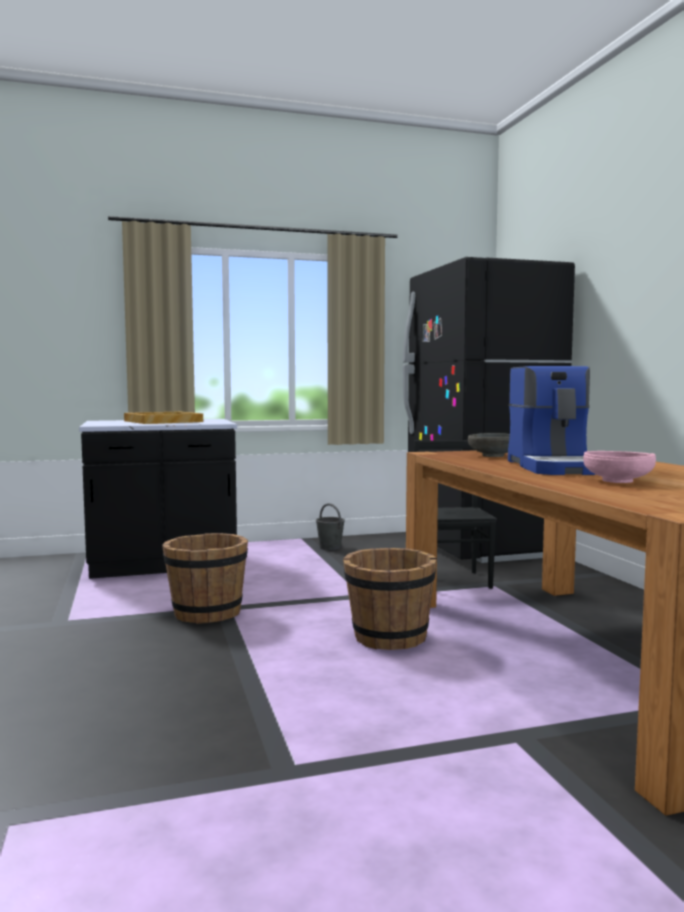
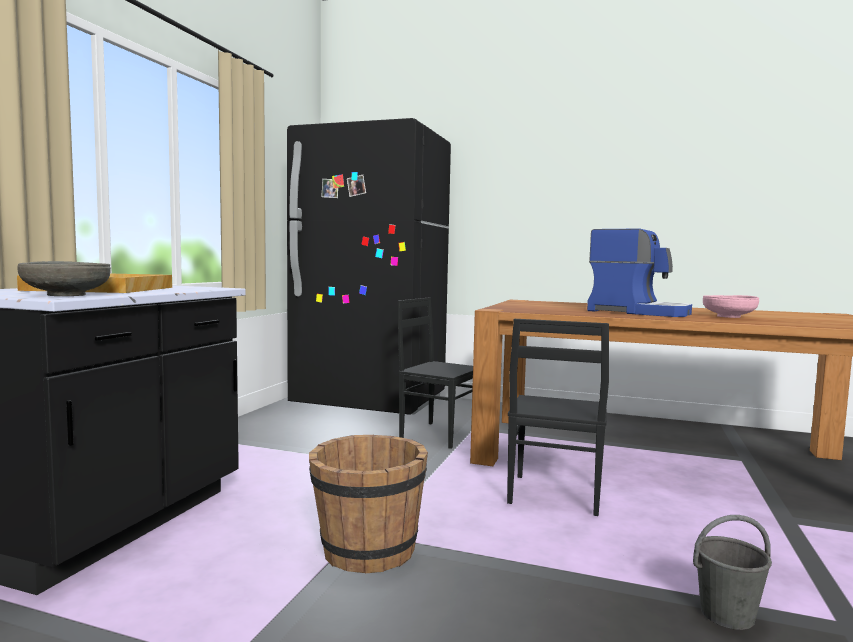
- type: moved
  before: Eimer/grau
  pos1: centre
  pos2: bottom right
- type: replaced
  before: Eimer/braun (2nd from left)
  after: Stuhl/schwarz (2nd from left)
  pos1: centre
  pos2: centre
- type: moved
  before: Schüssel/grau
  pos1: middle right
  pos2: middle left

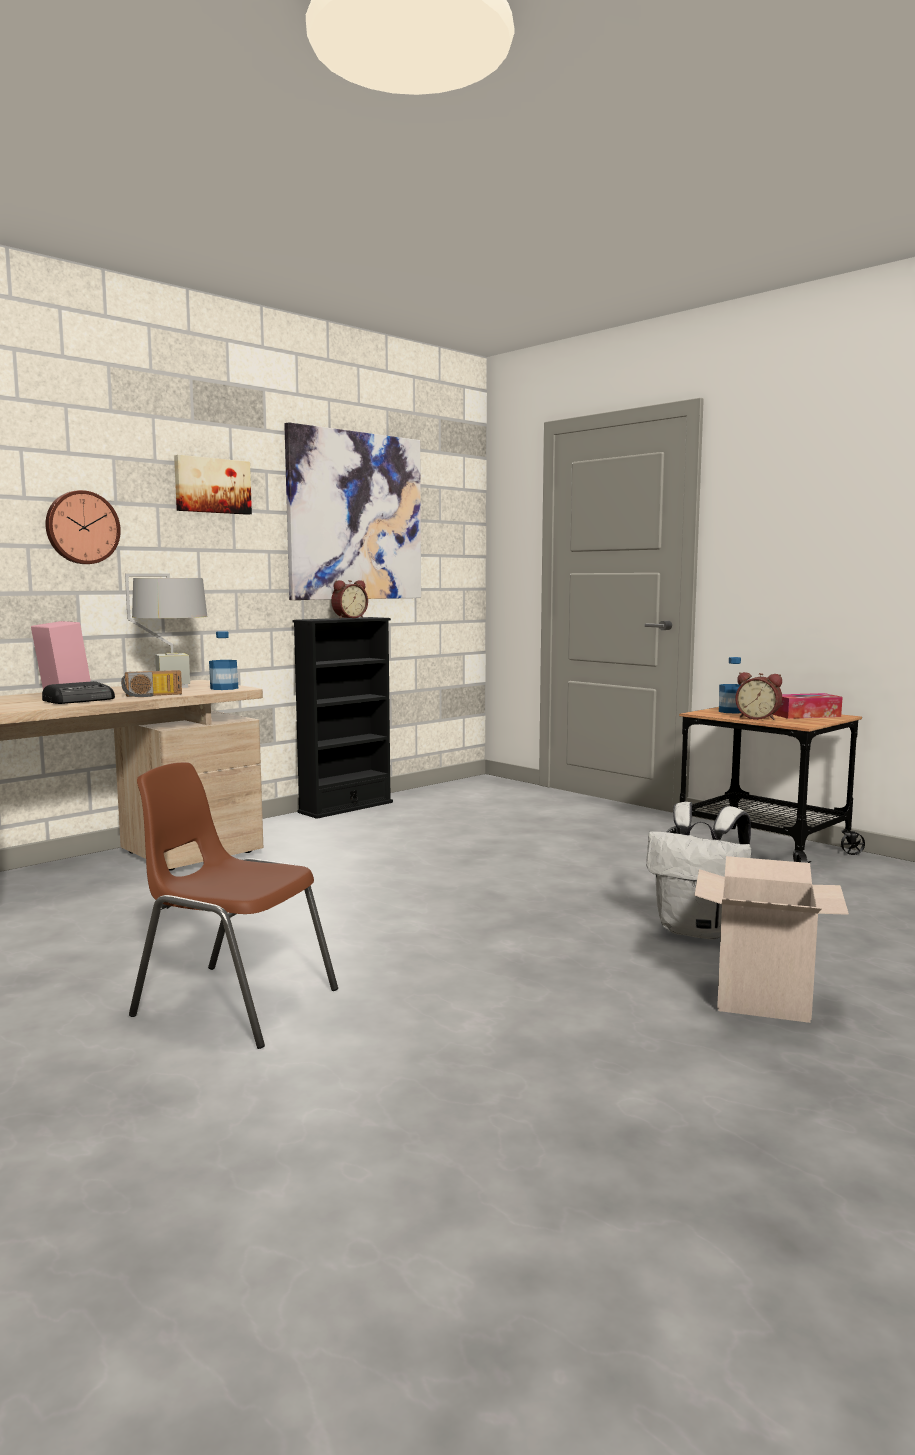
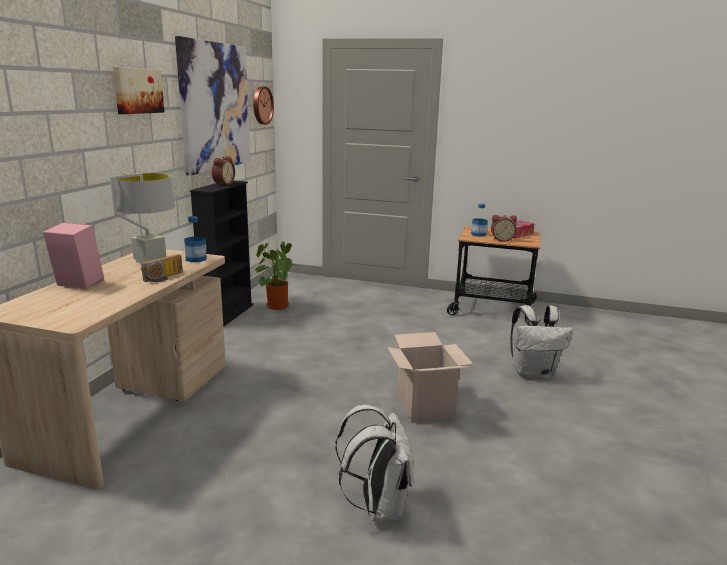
- type: removed
  before: Radio (1st from left)
  pos1: middle left
- type: moved
  before: Wanduhr
  pos1: middle left
  pos2: top centre
- type: replaced
  before: Stuhl/braun
  after: Rucksack/weiß (1st from left)
  pos1: middle left
  pos2: bottom centre
- type: moved
  before: Karton
  pos1: middle right
  pos2: bottom centre
- type: added
  after: Topfpflanze
  pos2: centre

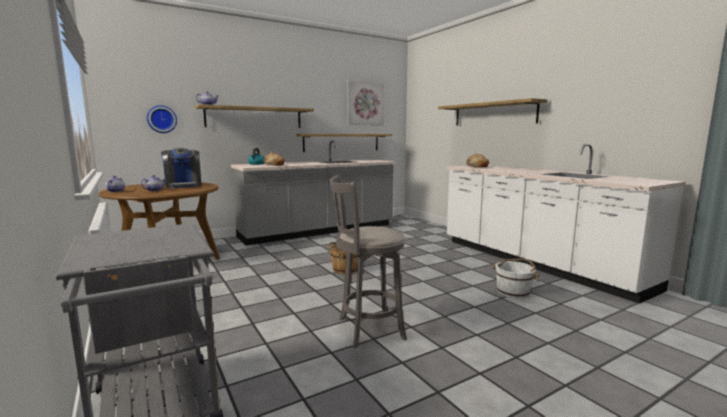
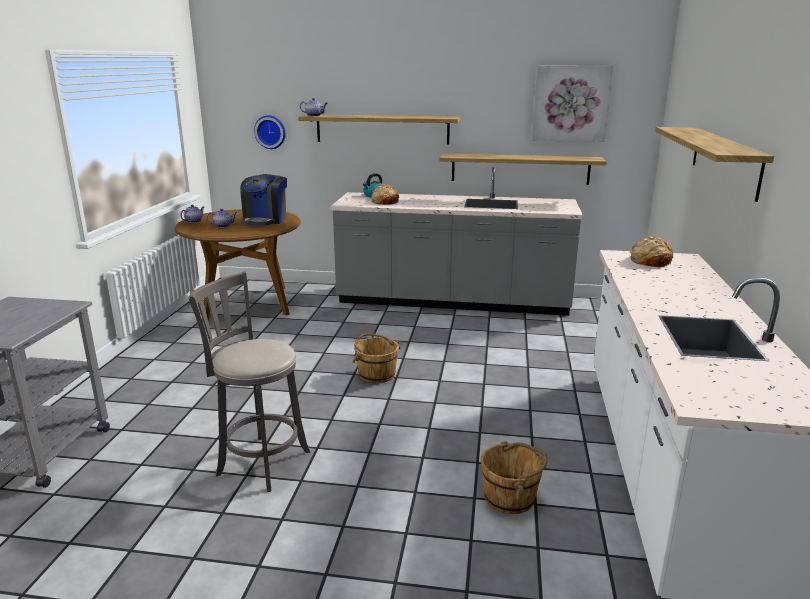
- type: recoloured
  before: Eimer/weiß
  after: Eimer/braun (2nd from left)
  pos1: bottom right
  pos2: bottom centre

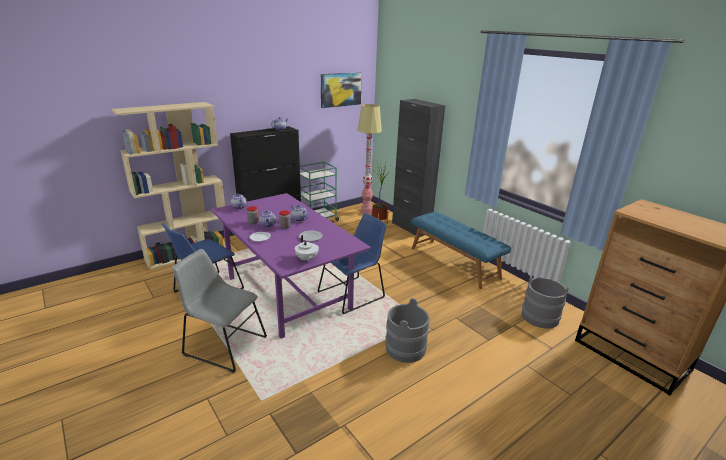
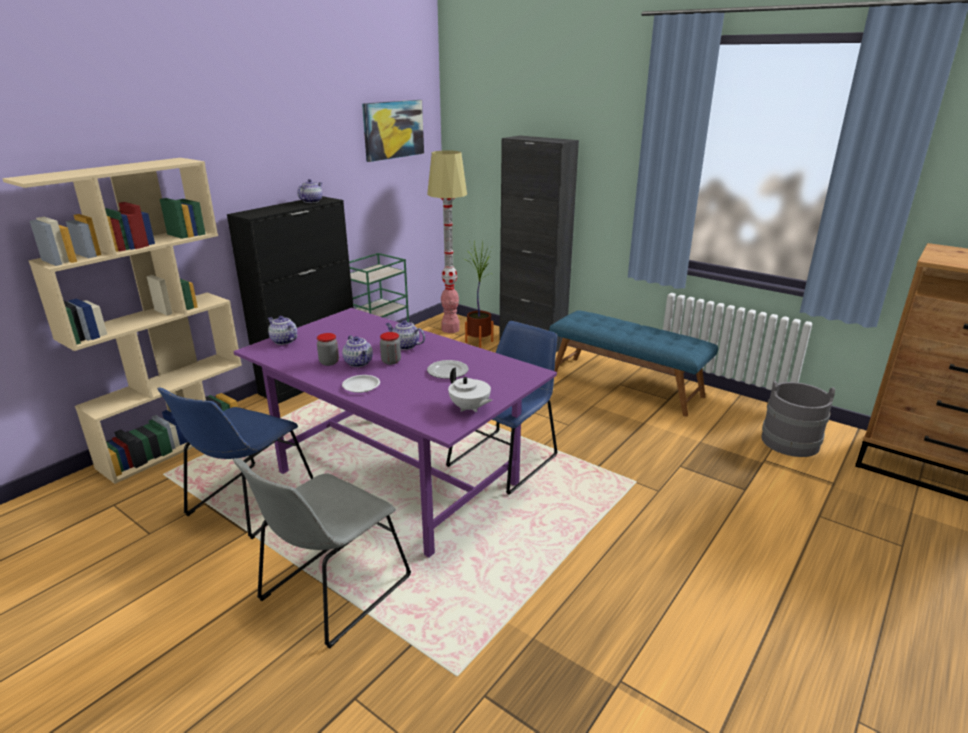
- type: turned
  before: Stuhl/grau
  pos1: bottom left
  pos2: bottom left
  turn: -60
- type: removed
  before: Eimer/grau (1st from left)
  pos1: bottom centre

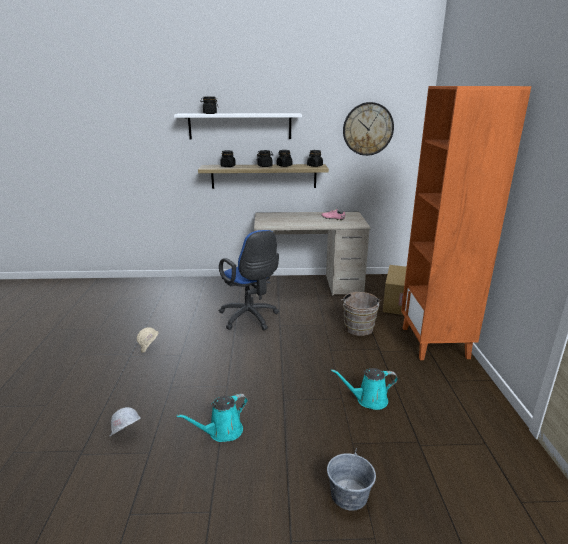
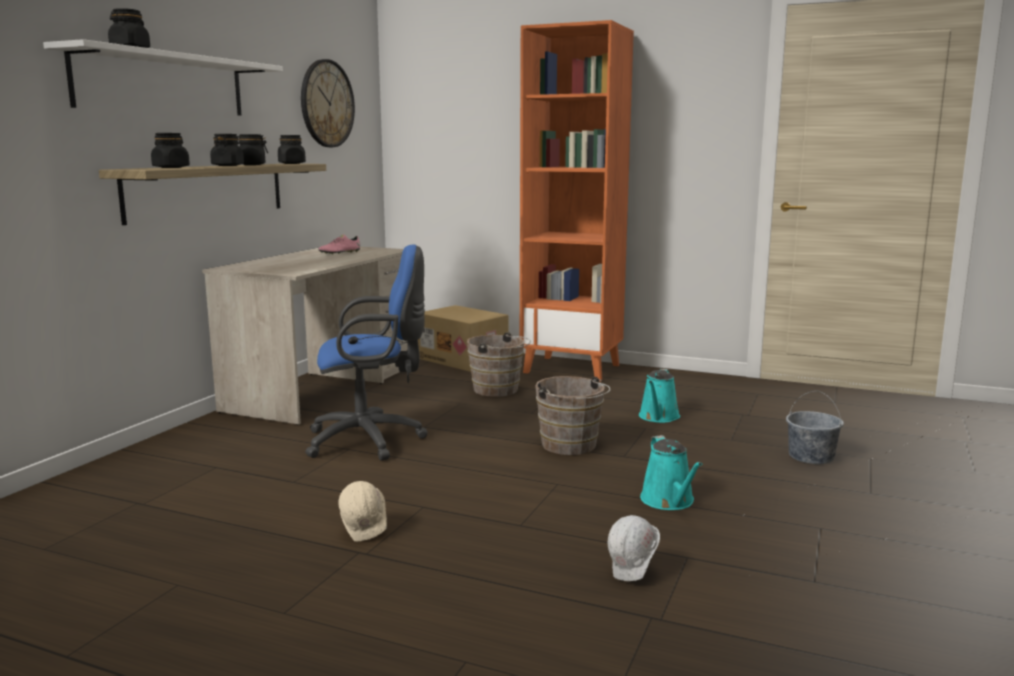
- type: added
  after: Eimer/braun (2nd from left)
  pos2: centre

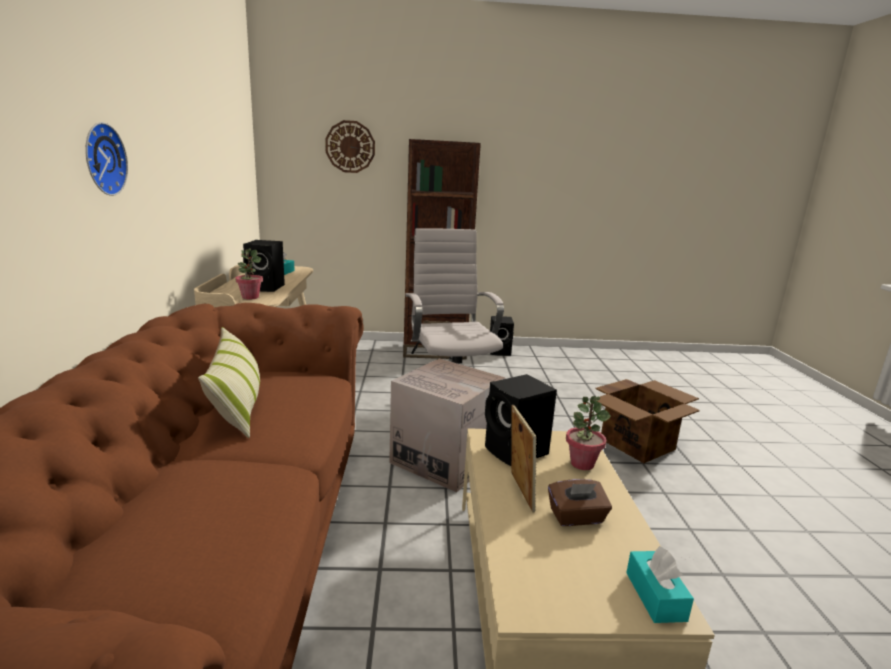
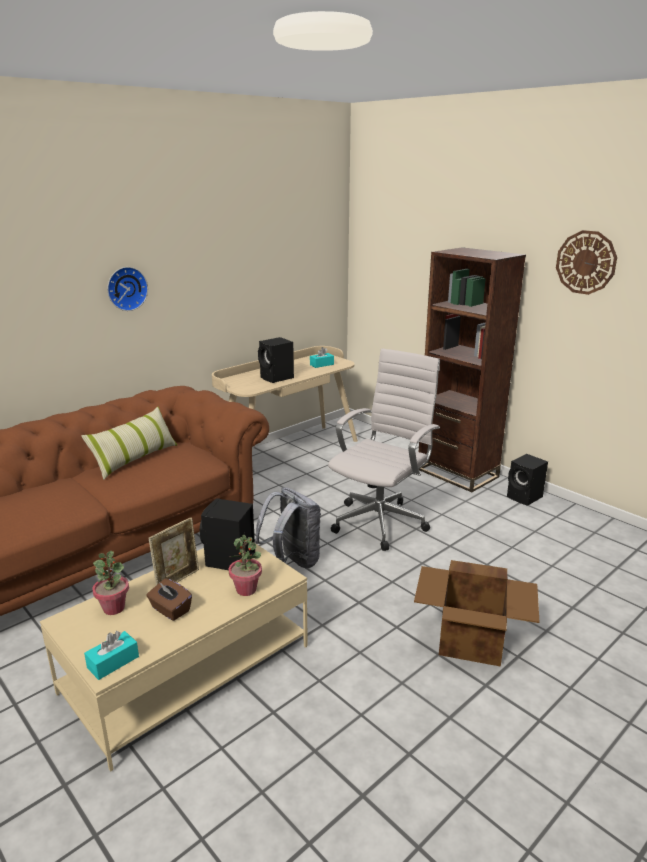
- type: moved
  before: Topfpflanze (1st from left)
  pos1: middle left
  pos2: bottom left
- type: moved
  before: Wanduhr (2nd from left)
  pos1: top centre
  pos2: top right
- type: replaced
  before: Karton (1st from left)
  after: Rucksack/grau
  pos1: centre
  pos2: centre

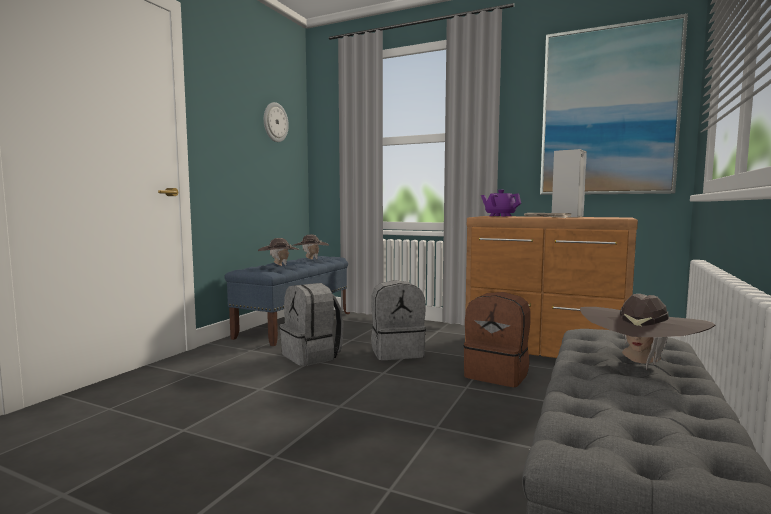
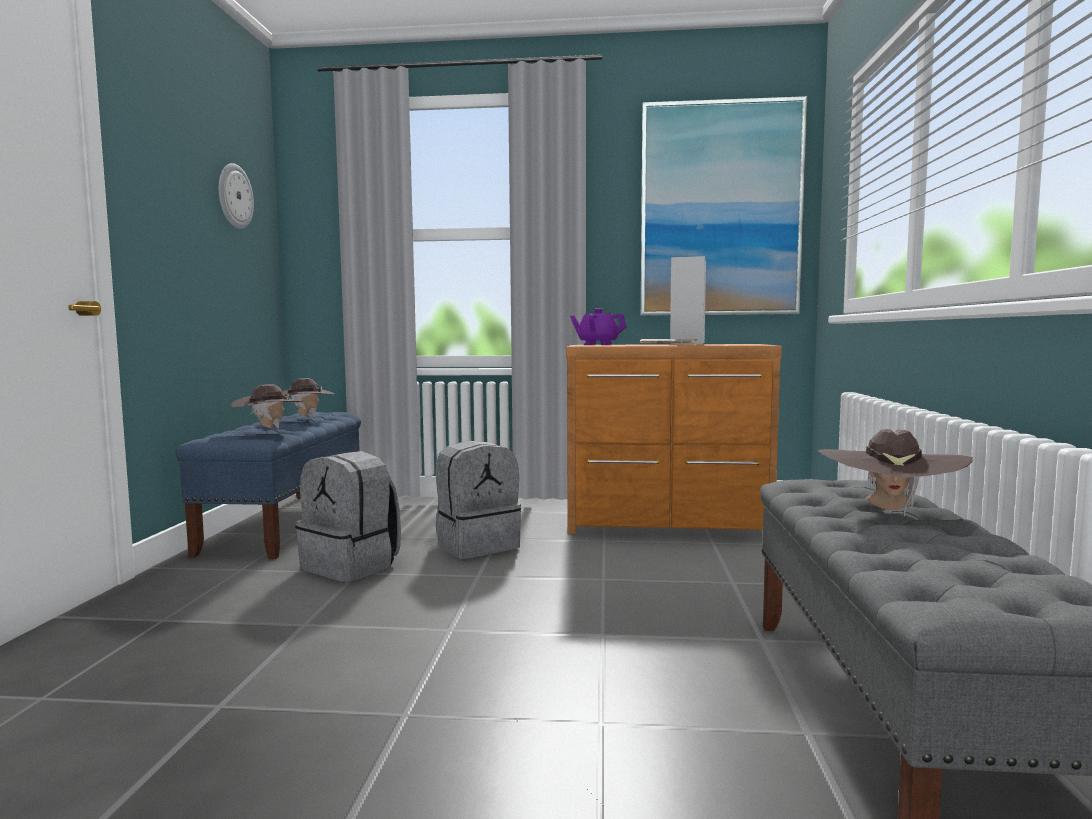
- type: removed
  before: Rucksack/braun
  pos1: centre

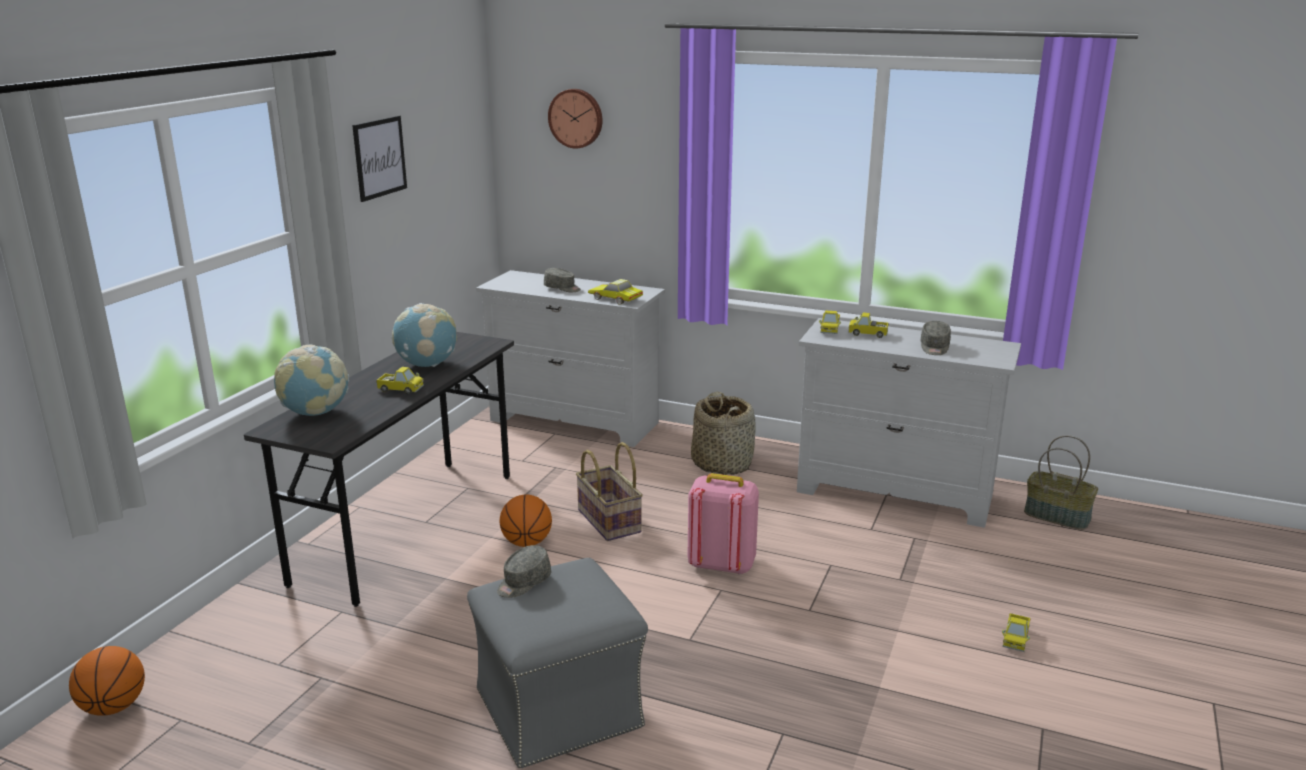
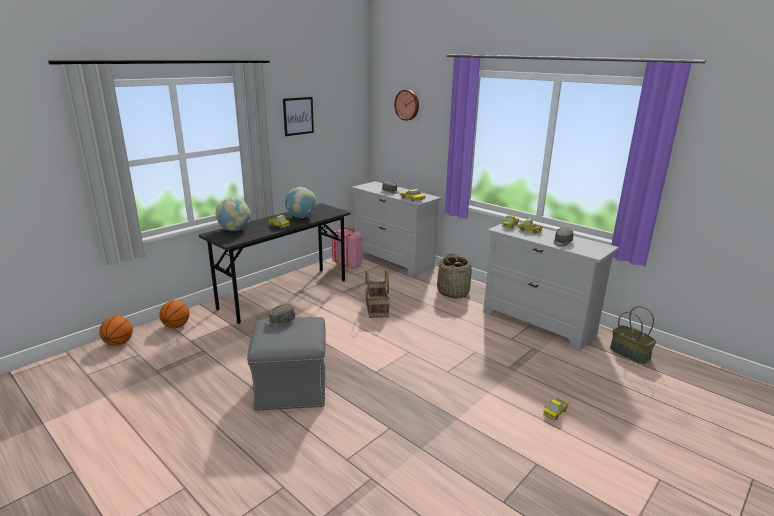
- type: moved
  before: Basketball (2nd from left)
  pos1: bottom centre
  pos2: middle left
- type: moved
  before: Rucksack/rosa
  pos1: bottom centre
  pos2: centre

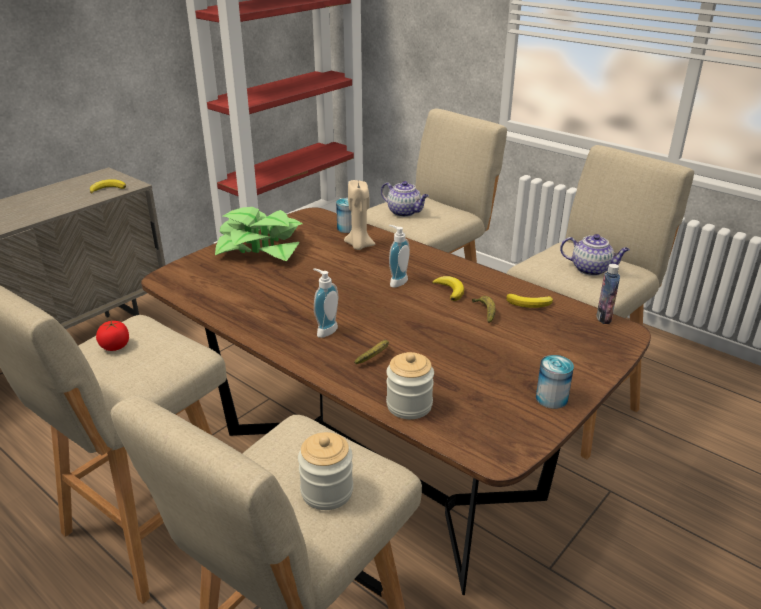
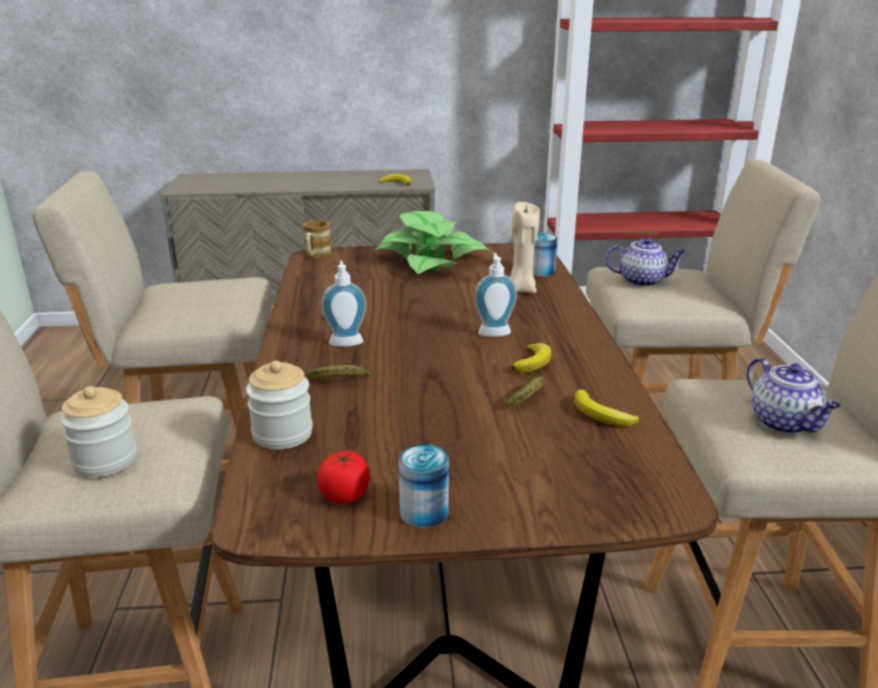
- type: moved
  before: Tomate
  pos1: middle left
  pos2: bottom centre
- type: turned
  before: Teekanne (1st from left)
  pos1: top centre
  pos2: middle right
  turn: -75
- type: removed
  before: Flasche
  pos1: middle right
- type: added
  after: Henkelbecher
  pos2: centre

